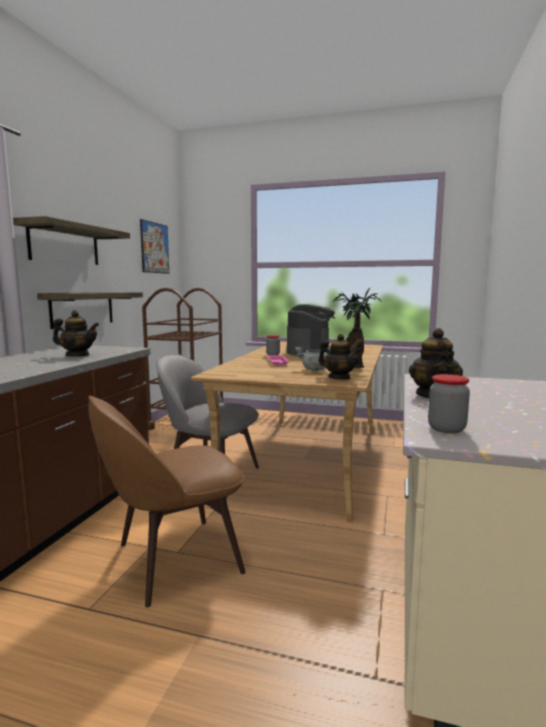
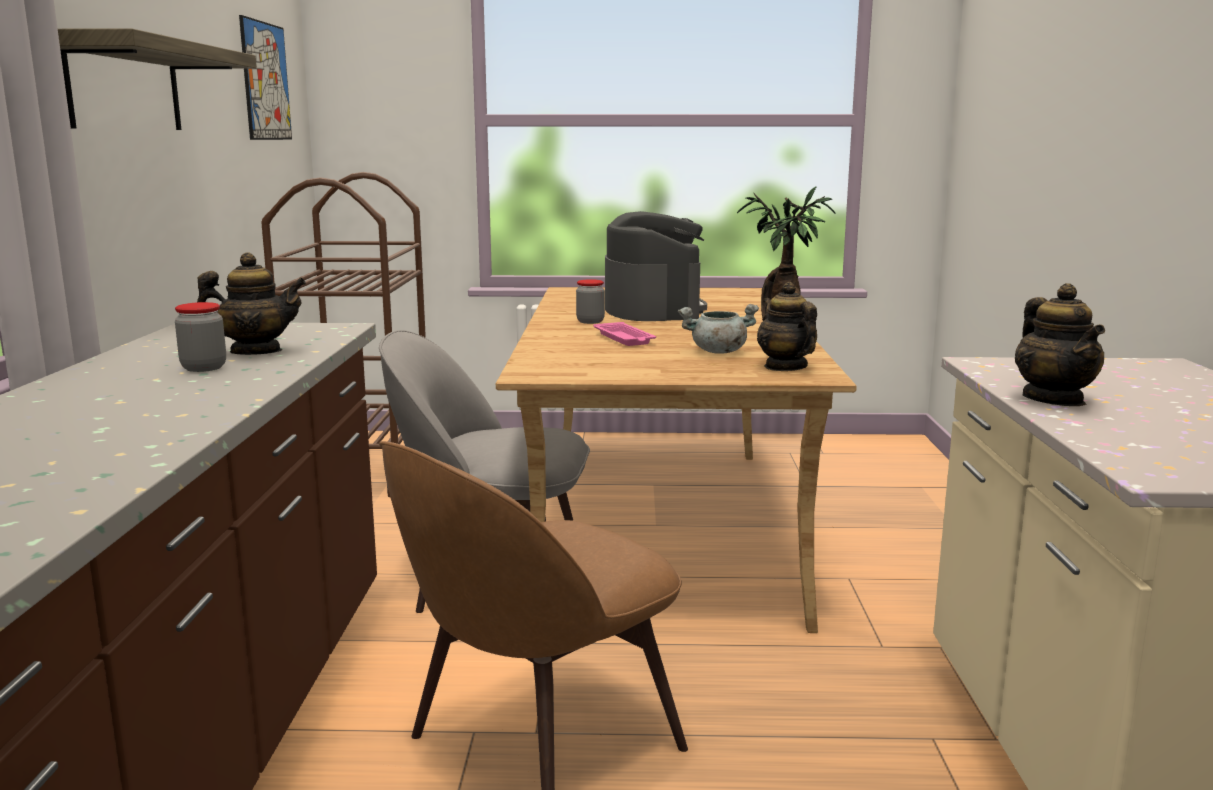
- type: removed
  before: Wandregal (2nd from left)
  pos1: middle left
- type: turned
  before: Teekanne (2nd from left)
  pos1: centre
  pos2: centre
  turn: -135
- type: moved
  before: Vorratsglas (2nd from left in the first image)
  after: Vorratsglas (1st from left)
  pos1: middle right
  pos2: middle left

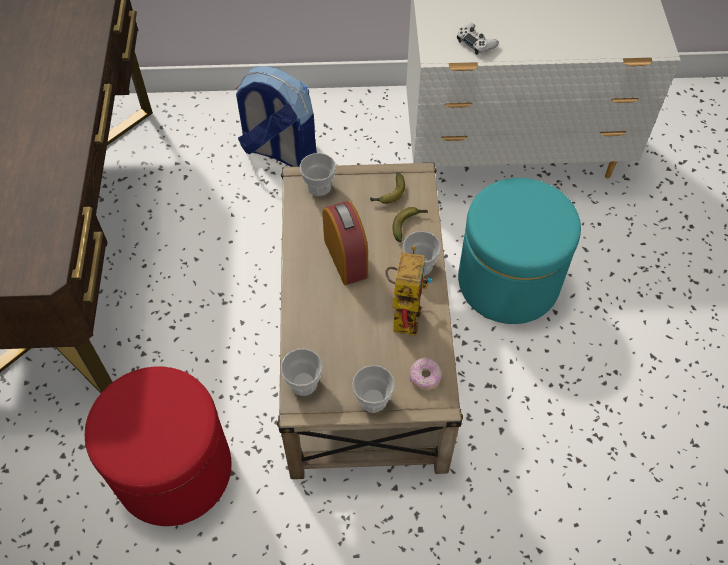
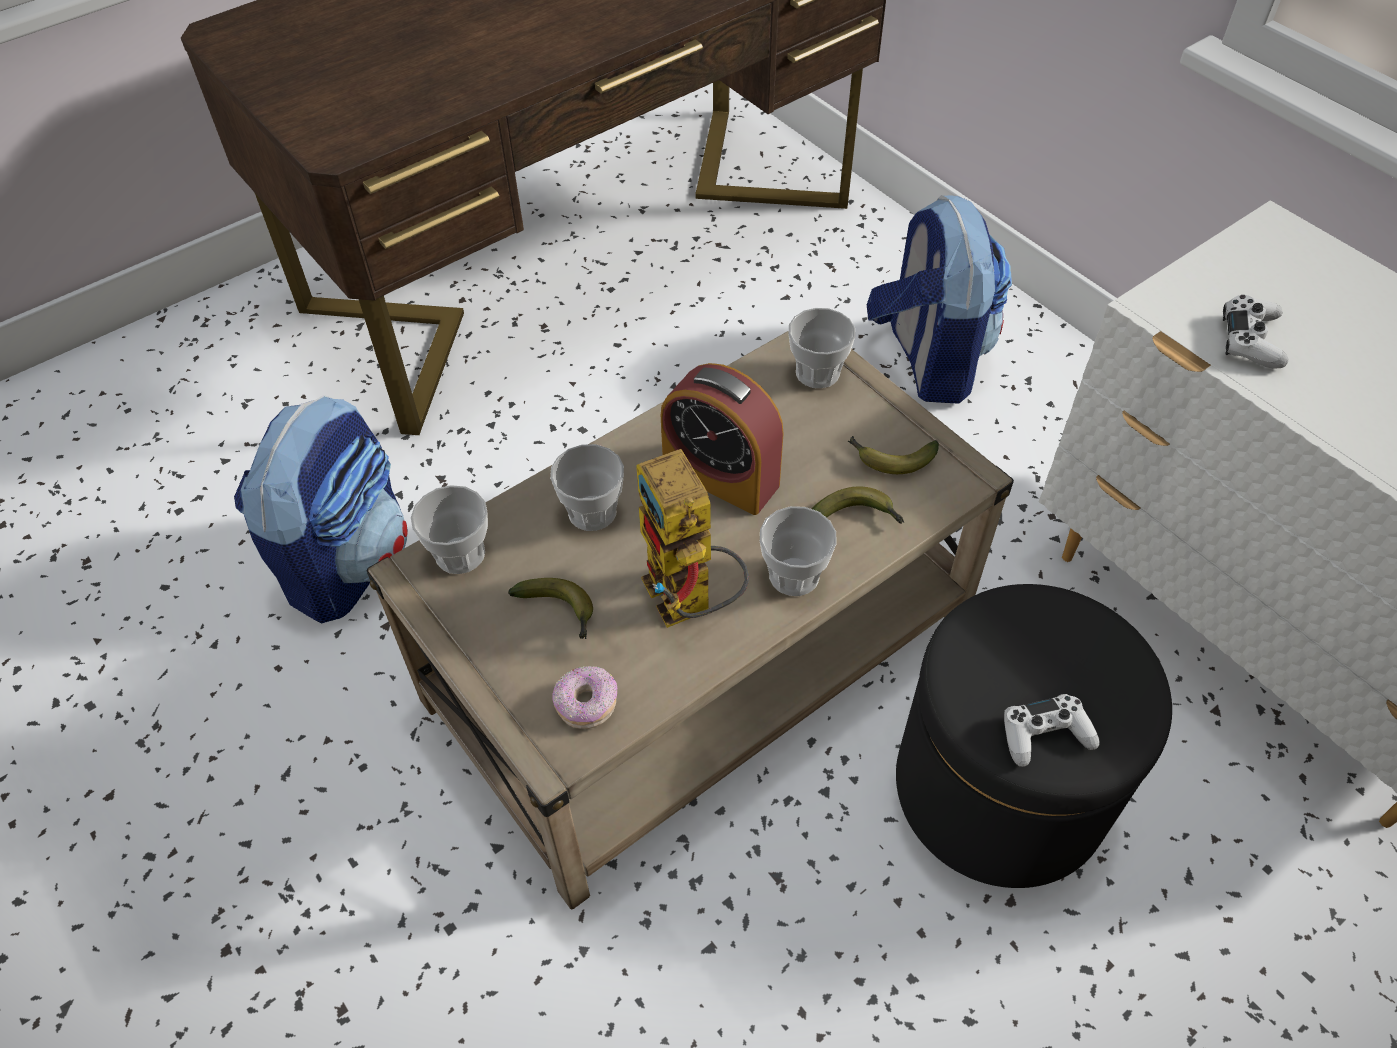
- type: replaced
  before: Polsterhocker/rot
  after: Rucksack (1st from left)
  pos1: bottom left
  pos2: middle left
- type: turned
  before: Wecker
  pos1: centre
  pos2: centre
  turn: 90
- type: moved
  before: Tasse (3rd from left in the first image)
  after: Tasse (2nd from left)
  pos1: bottom centre
  pos2: centre
- type: turned
  before: Spielzeugroboter
  pos1: centre
  pos2: centre
  turn: 90
- type: recoloured
  before: Polsterhocker/türkis
  after: Polsterhocker/schwarz
  pos1: middle right
  pos2: bottom right
- type: added
  after: Banane (1st from left)
  pos2: centre
- type: added
  after: Gamepad/weiß (1st from left)
  pos2: bottom right

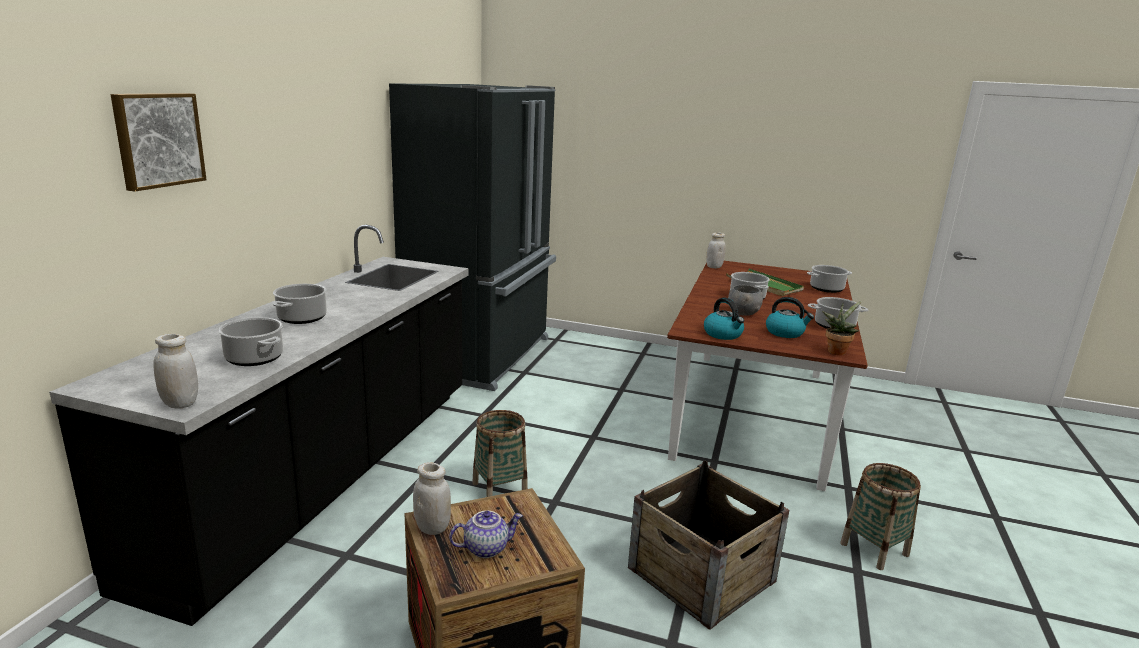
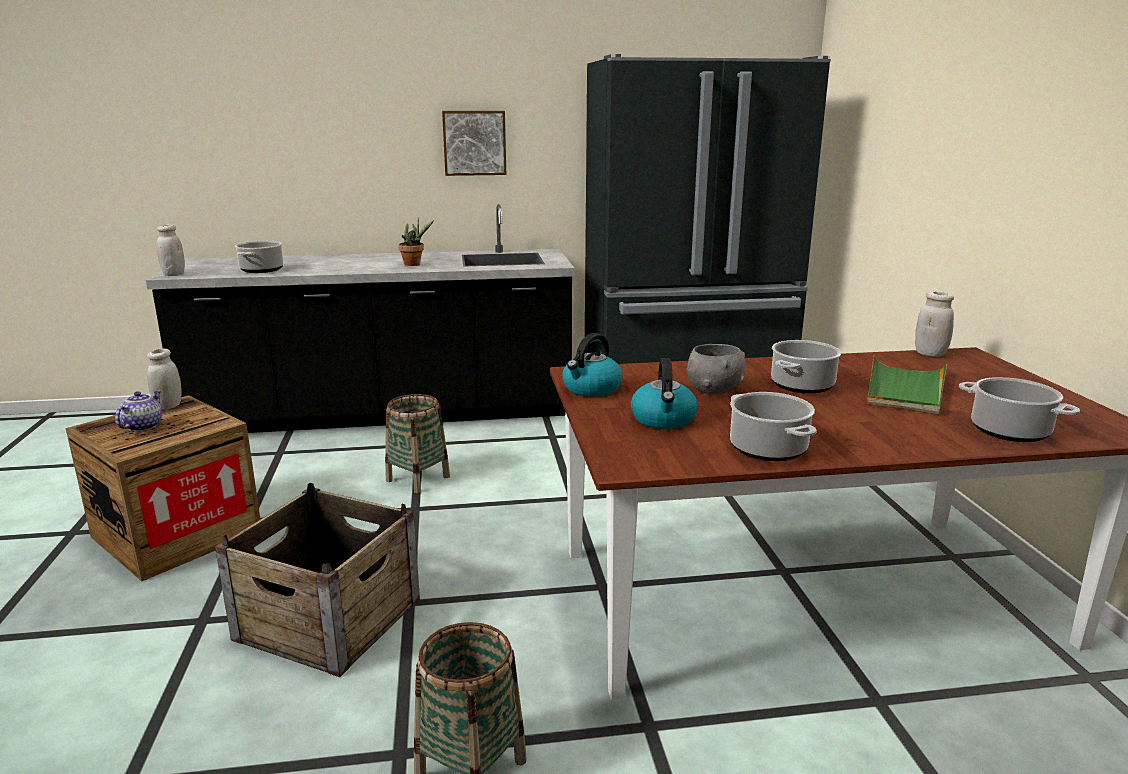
- type: moved
  before: Bild
  pos1: top left
  pos2: top centre
- type: removed
  before: Kochtopf (2nd from left)
  pos1: middle left
- type: turned
  before: Teekanne
  pos1: bottom centre
  pos2: middle left
  turn: -120
- type: moved
  before: Topfpflanze
  pos1: middle right
  pos2: top centre

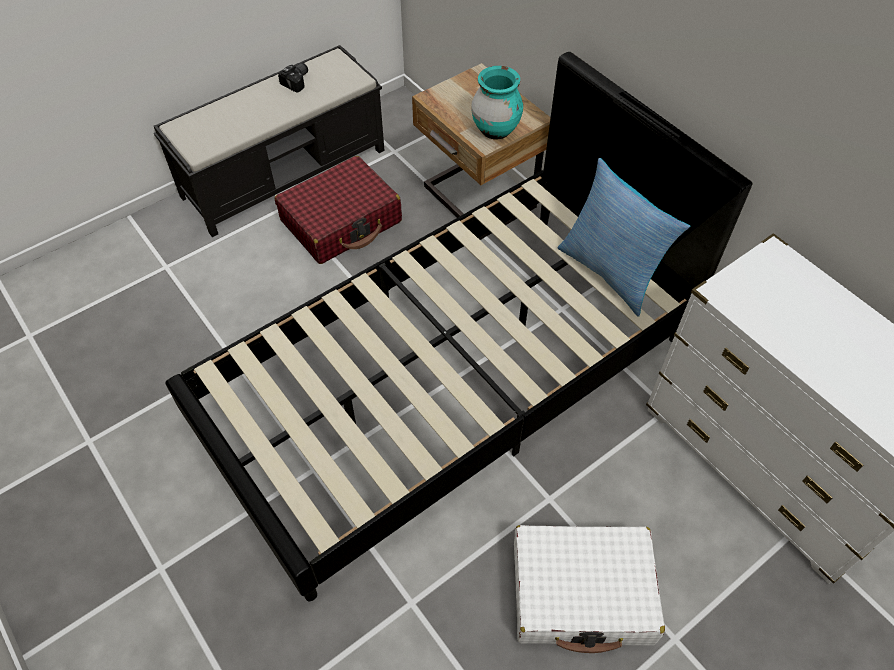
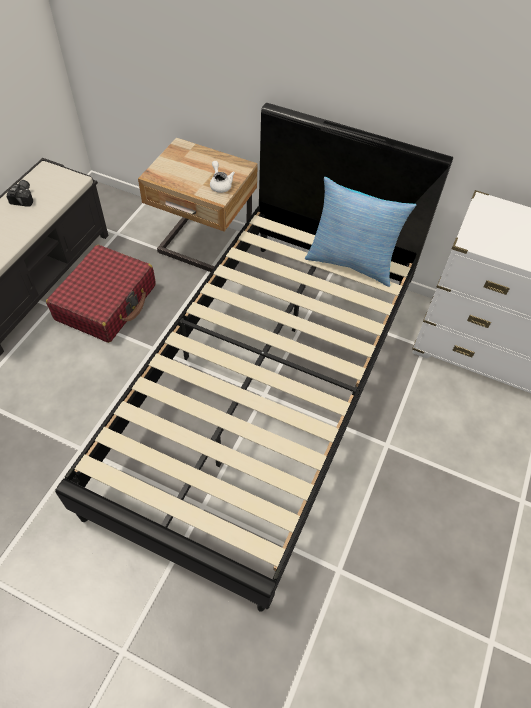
- type: replaced
  before: Vase/türkis
  after: Teekanne/weiß
  pos1: top centre
  pos2: top centre
- type: removed
  before: Koffer/weiß
  pos1: bottom centre

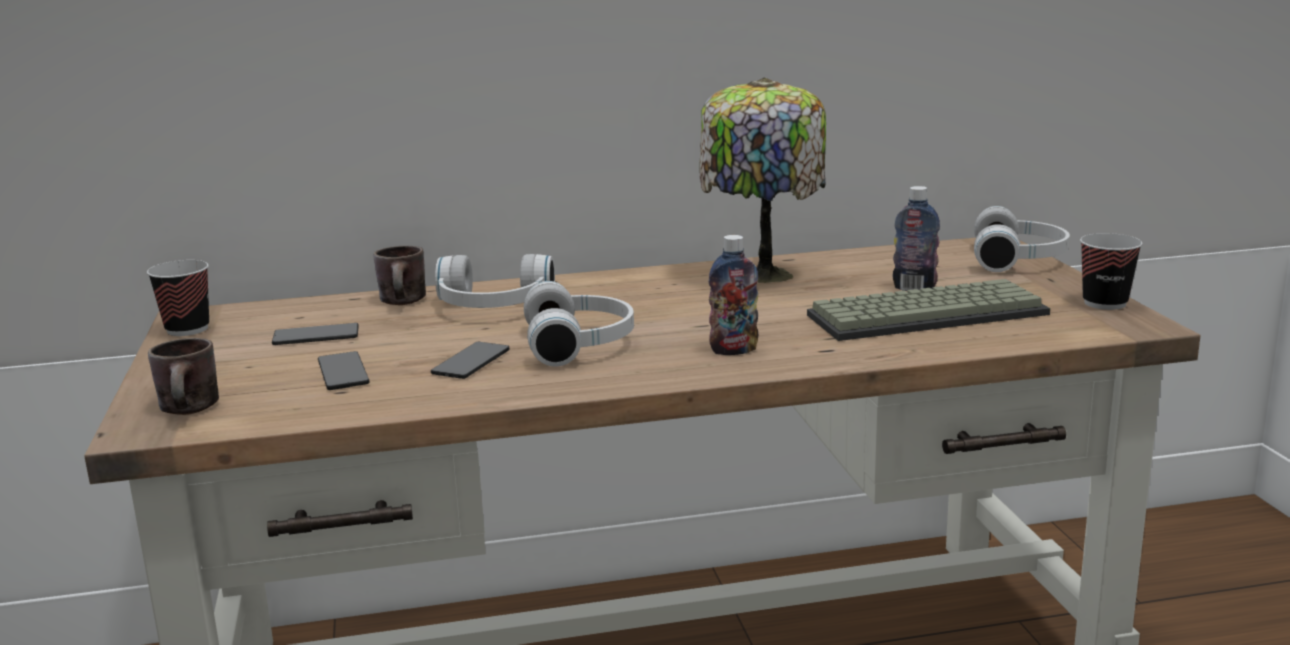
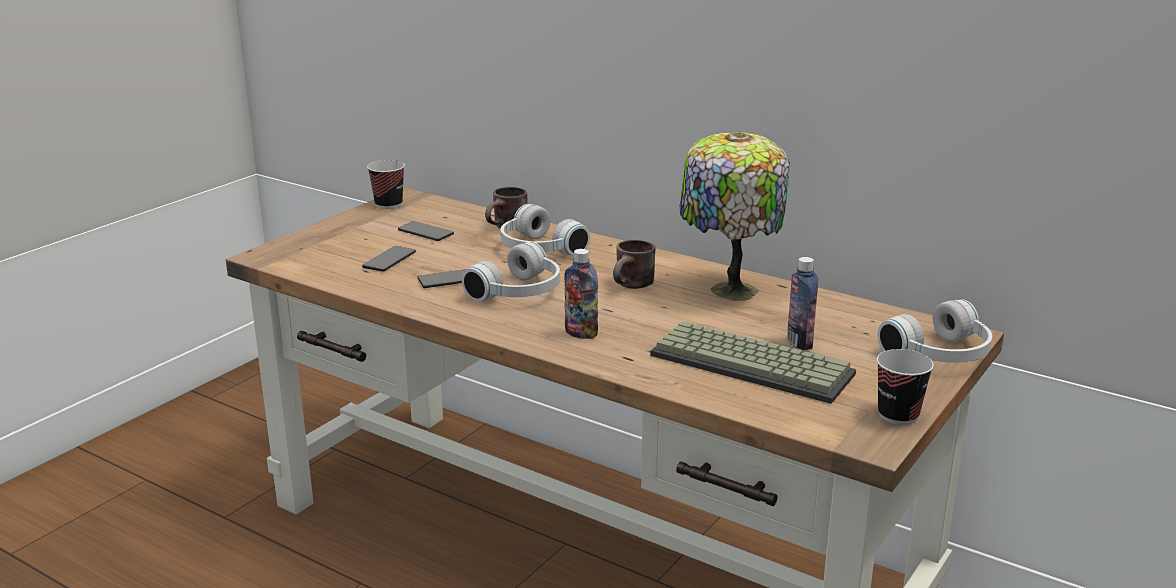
- type: moved
  before: Henkelbecher/braun (1st from left in the first image)
  after: Henkelbecher/braun (2nd from left)
  pos1: middle left
  pos2: centre

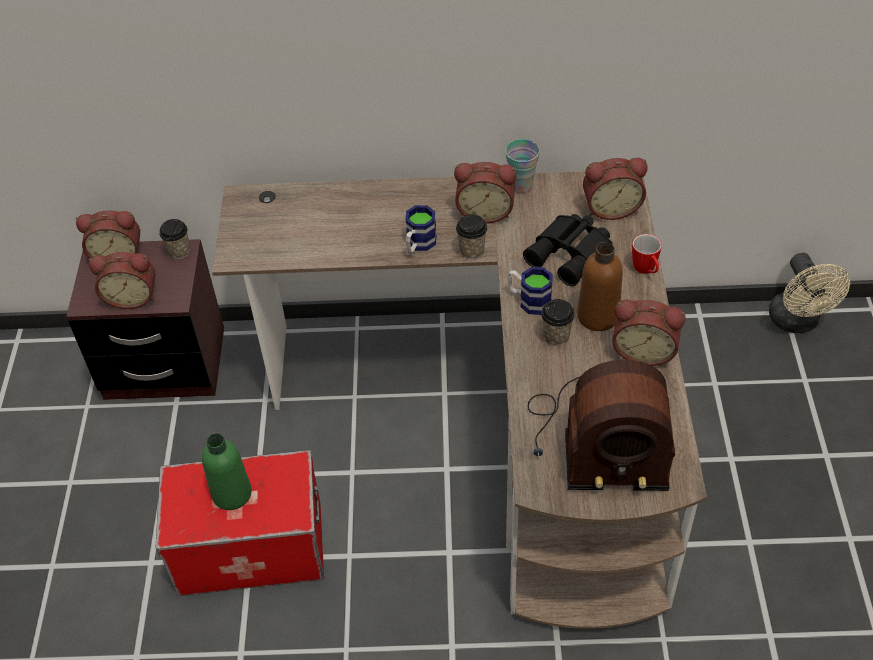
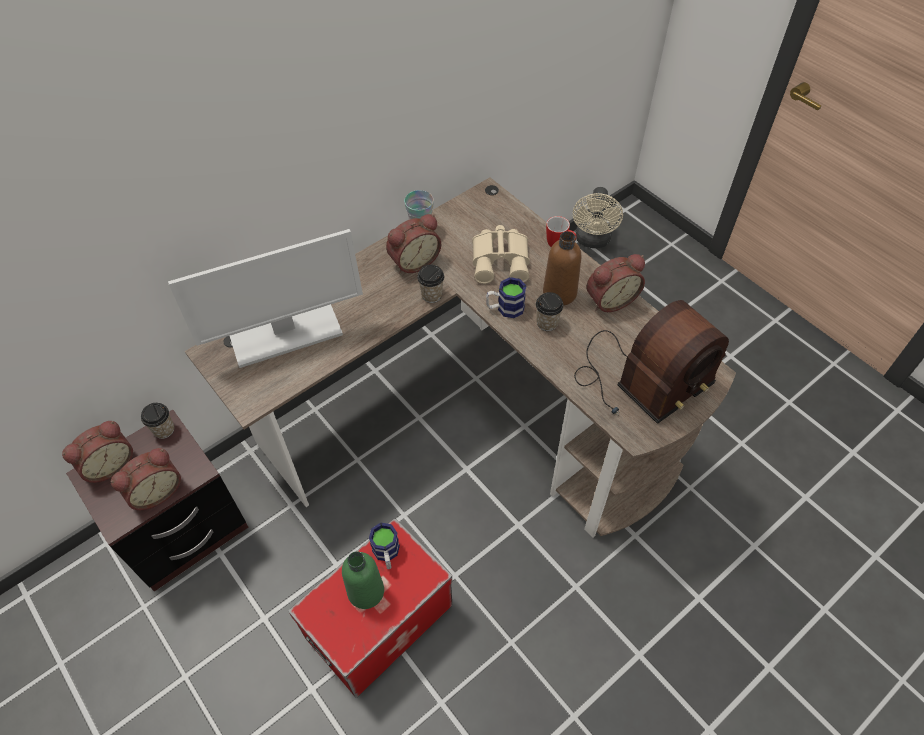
- type: moved
  before: Henkelbecher (1st from left)
  pos1: centre
  pos2: bottom centre
- type: recoloured
  before: Fernglas/schwarz
  after: Fernglas/beige
  pos1: centre
  pos2: centre
- type: removed
  before: Wecker (4th from left)
  pos1: top right
- type: turned
  before: Ventilator/beige
  pos1: middle right
  pos2: top centre
  turn: 60
- type: added
  after: Monitor
  pos2: middle left

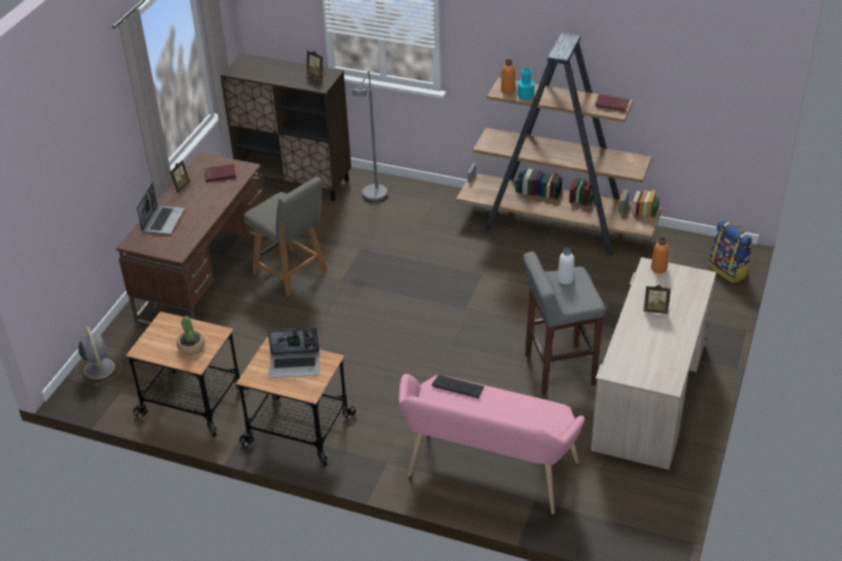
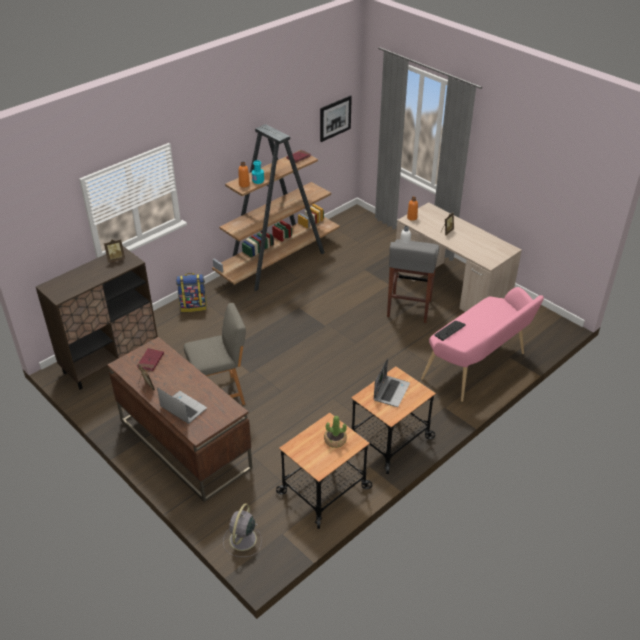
- type: turned
  before: Ventilator/grau
  pos1: middle left
  pos2: bottom centre
  turn: -75
- type: removed
  before: Stehlampe/grau
  pos1: top centre
- type: moved
  before: Rucksack
  pos1: middle right
  pos2: middle left
- type: added
  after: Bild
  pos2: top centre

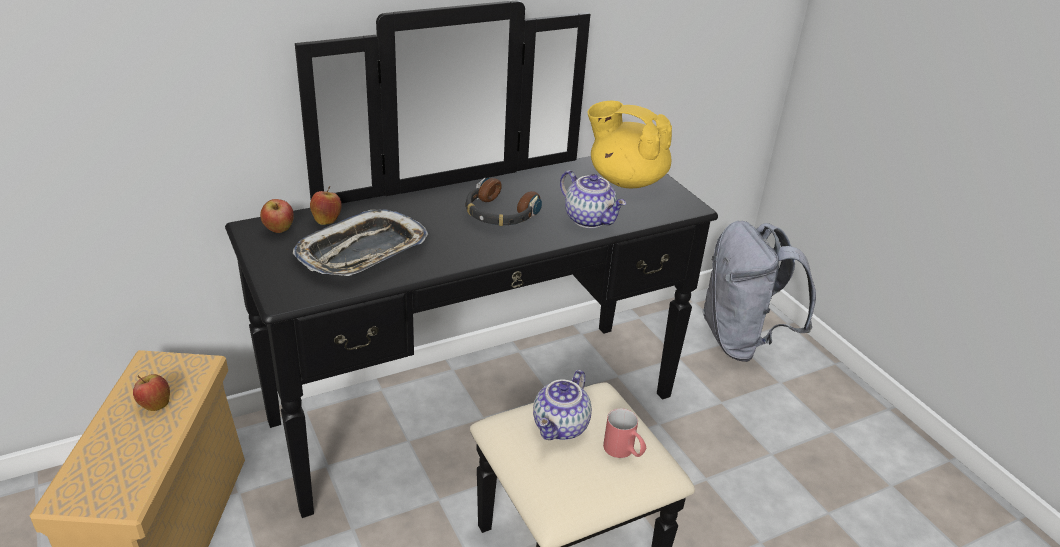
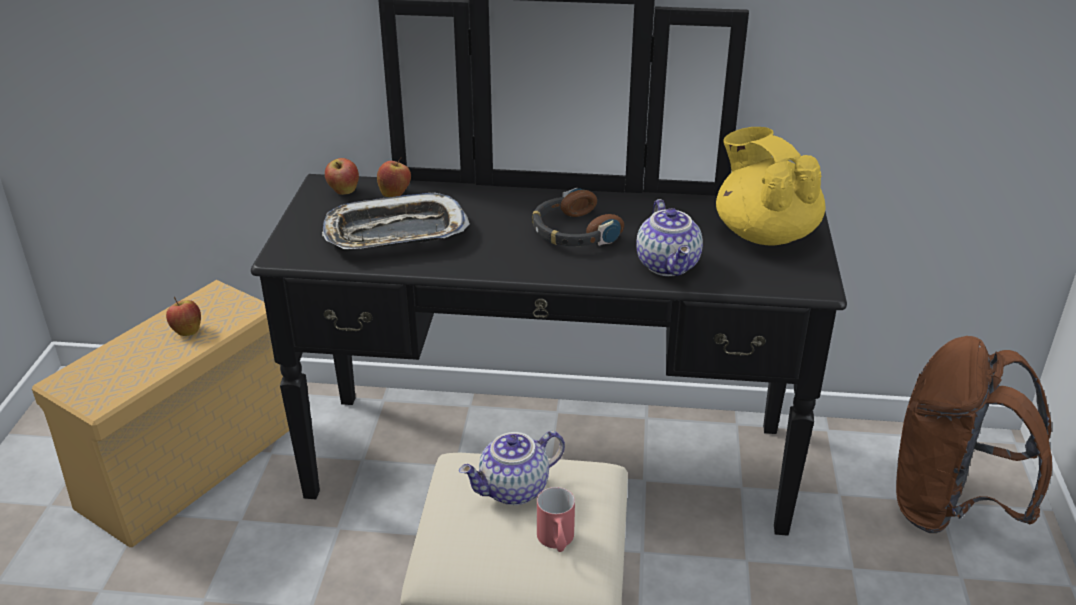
- type: recoloured
  before: Rucksack/grau
  after: Rucksack/braun
  pos1: middle right
  pos2: bottom right

